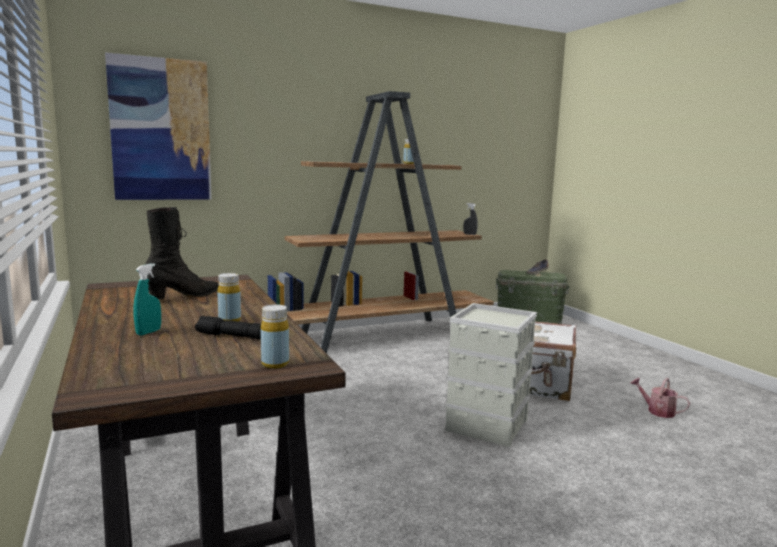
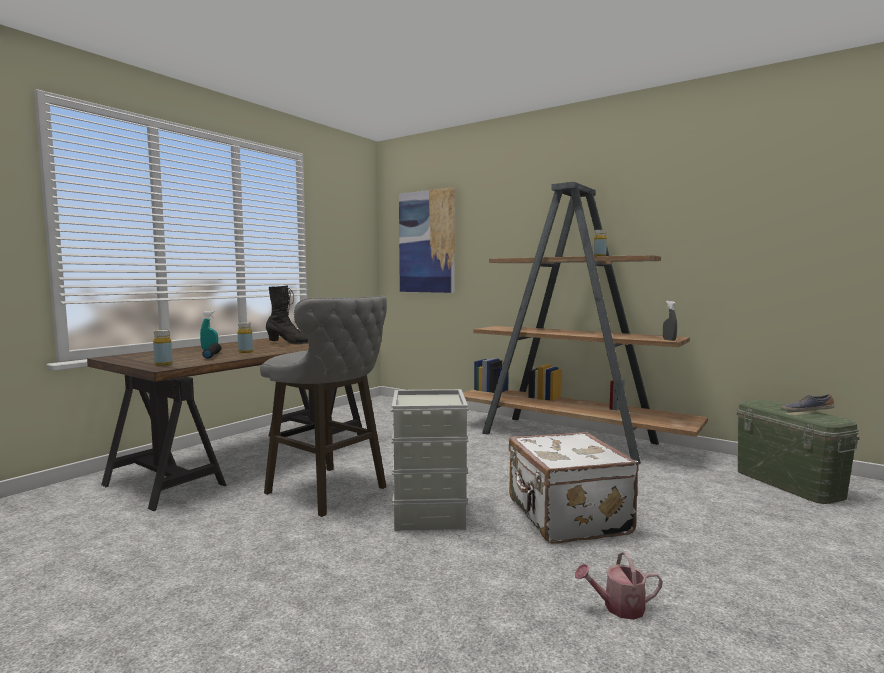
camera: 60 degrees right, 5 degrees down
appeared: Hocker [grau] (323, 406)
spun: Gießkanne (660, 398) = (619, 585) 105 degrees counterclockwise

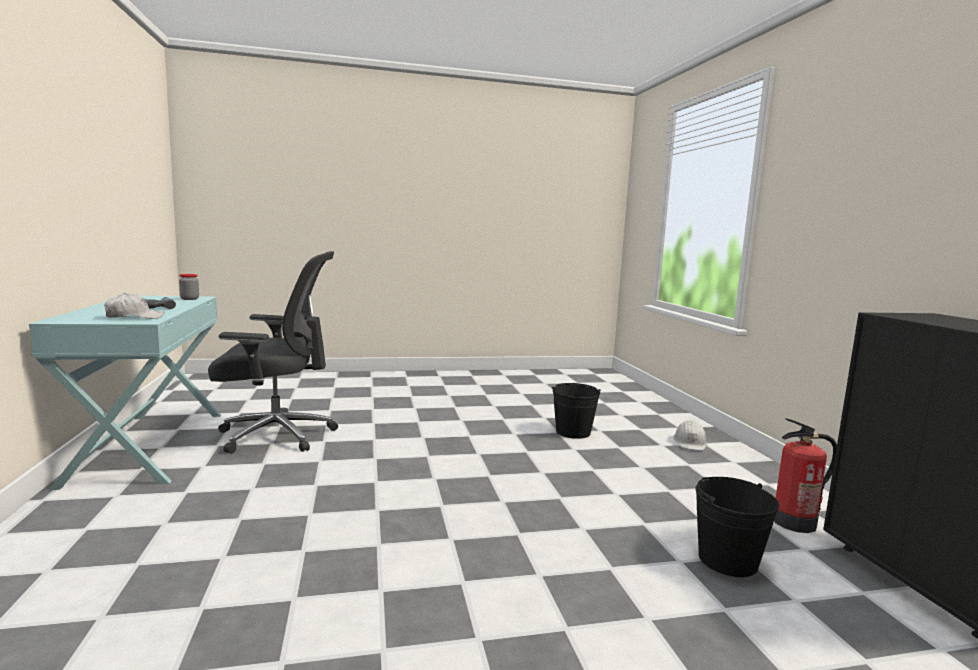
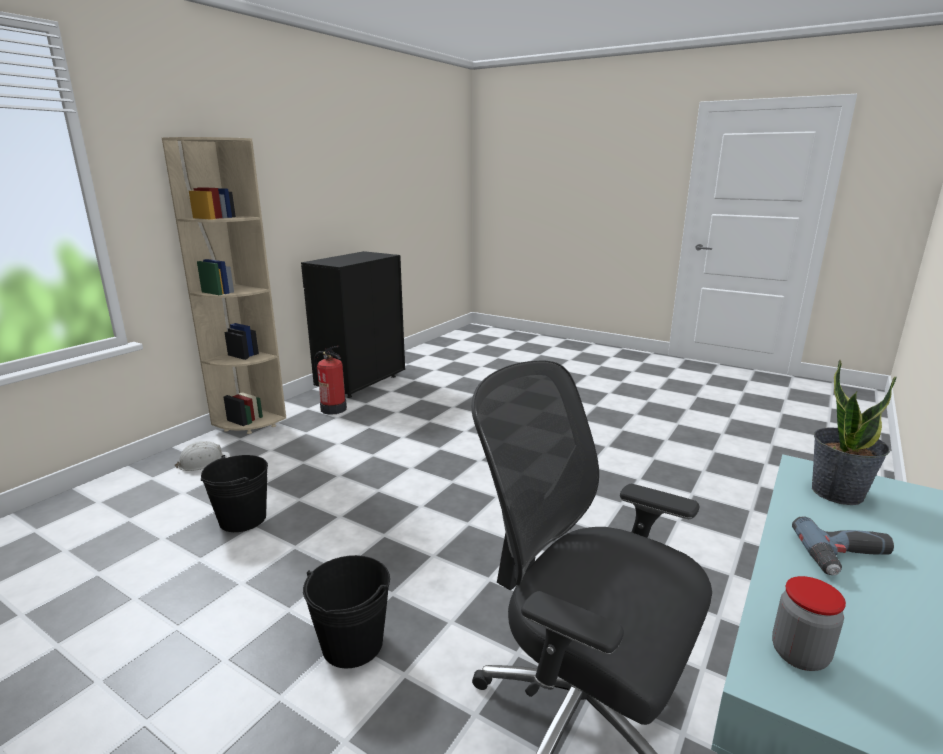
camera: 135 degrees left, 10 degrees up
appeared: Bücherregal [beige] (224, 285)
relocated: Eimer [schwarz] (737, 527) to (346, 611)
exchanged: Kappe [weiß] (134, 306) to Topfpflanze (854, 432)

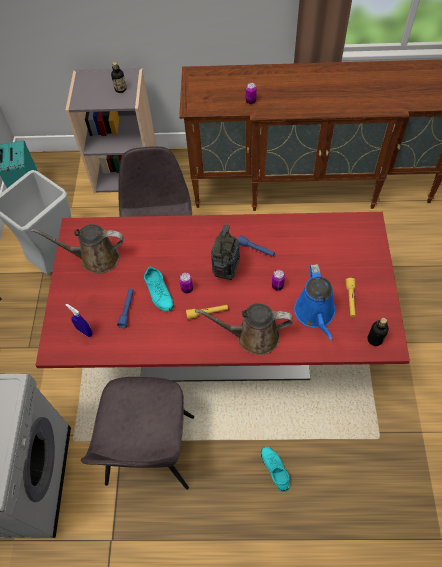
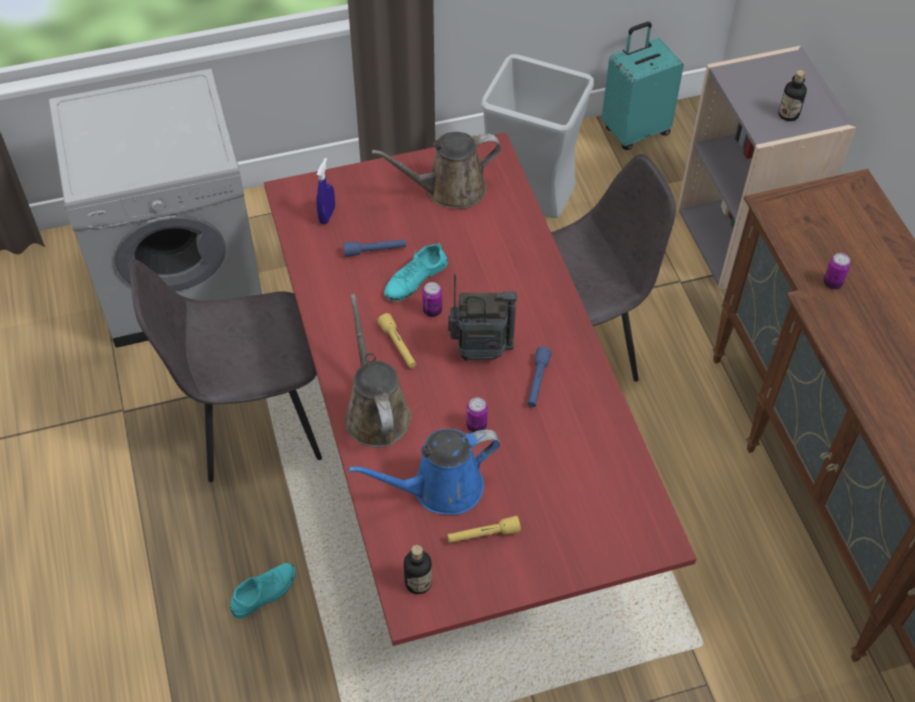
camera: 70 degrees right, 5 degrees down
spun: Gießkanne [braun] (77, 249) = (436, 170) 90 degrees counterclockwise

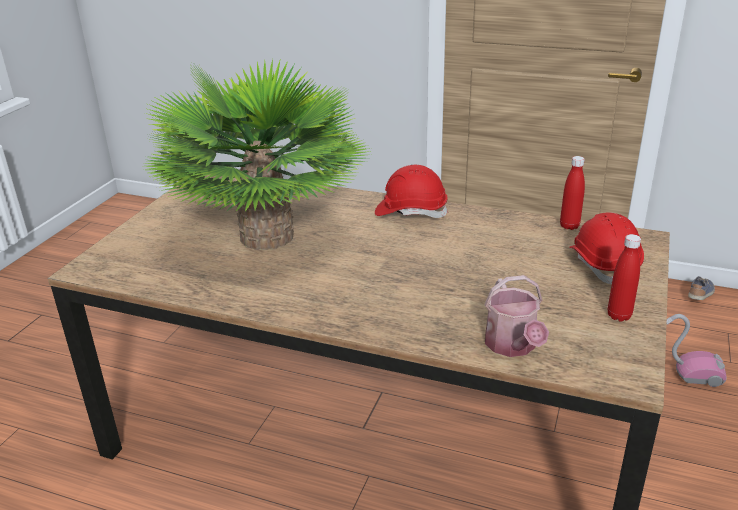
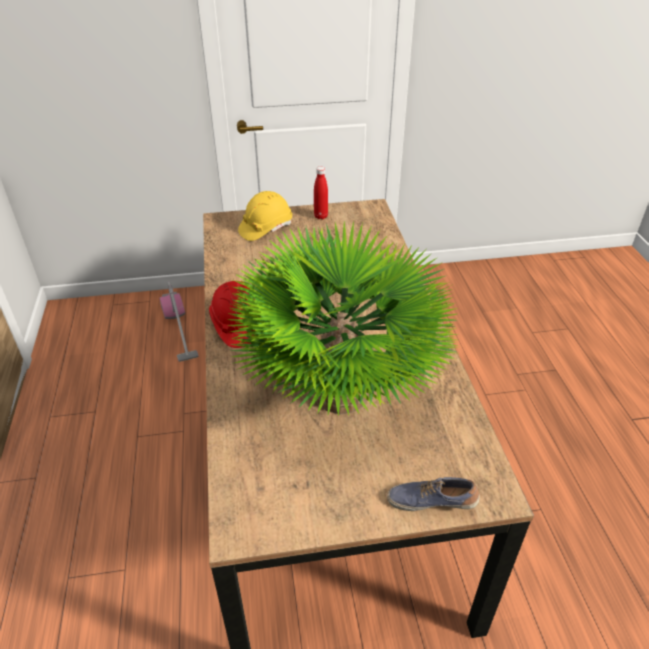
camera: 120 degrees left, 10 degrees up
missing: Gießkanne (516, 316); Flasche [rot] (572, 193)
relocated: Schuh (701, 288) to (433, 494)
colour: Schutzhelm [rot] (606, 248) to Schutzhelm [gelb] (265, 216)

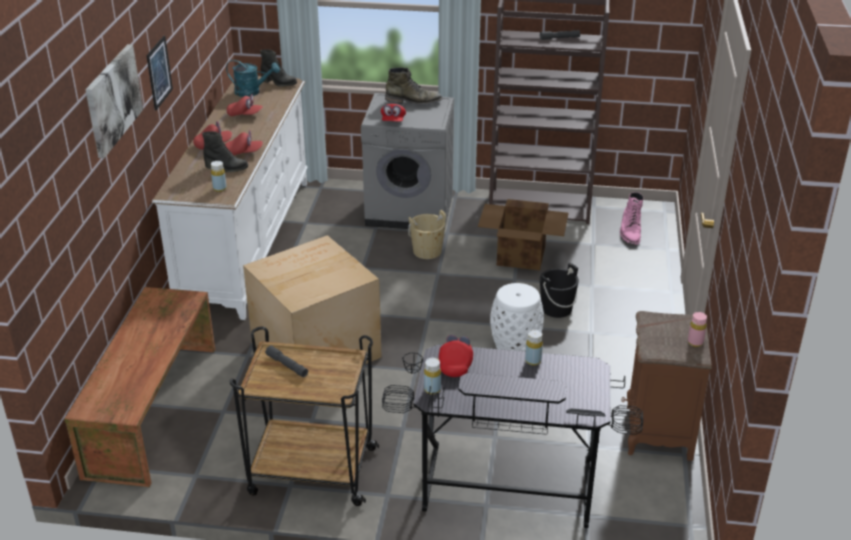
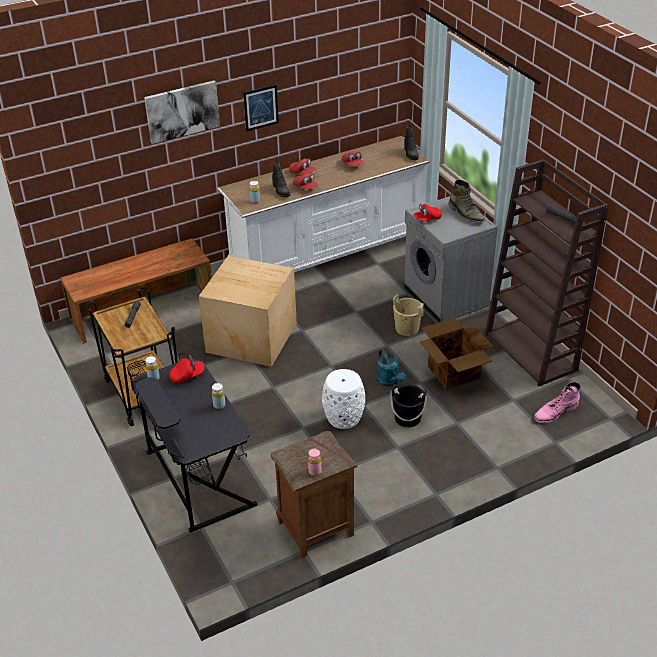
camera: 55 degrees right, 5 degrees up
relocated: Gießkanne [türkis] (253, 78) to (391, 368)

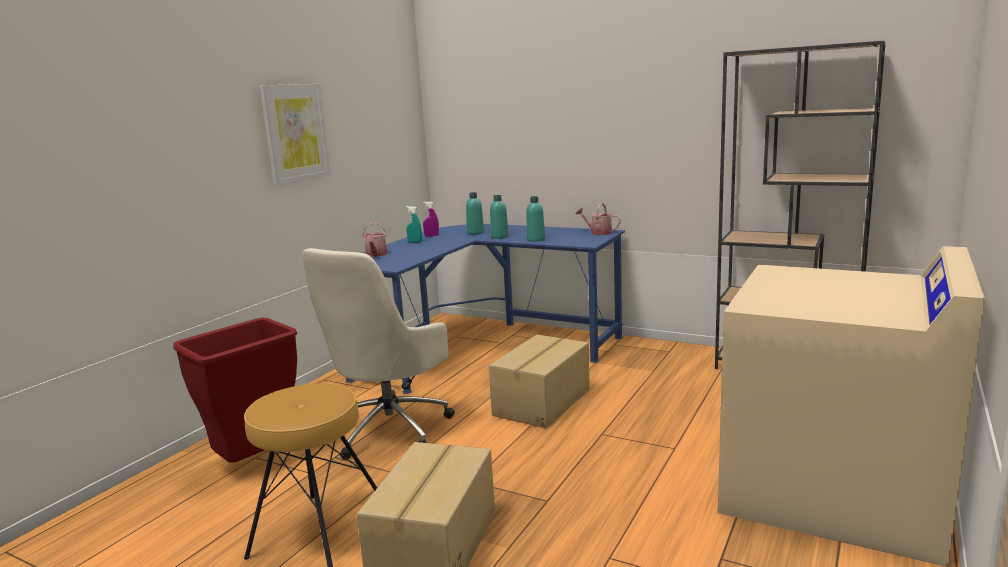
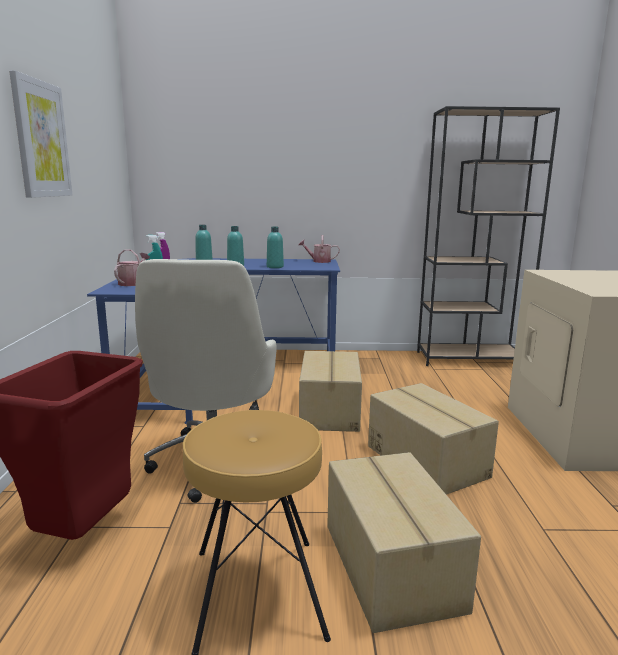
camera: 30 degrees left, 0 degrees up
appeared: Karton (433, 439)
spun: Gießkanne (375, 240) = (132, 267) 135 degrees counterclockwise

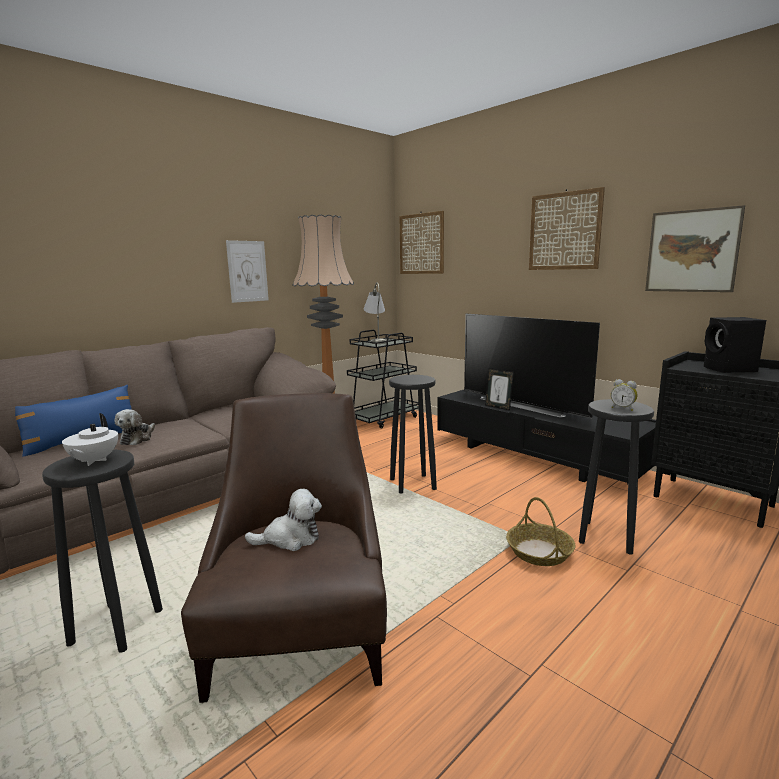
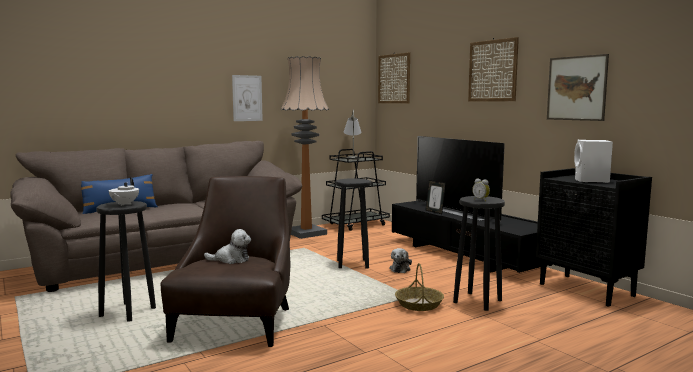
camera: 10 degrees right, 5 degrees down
relocated: Plüschtier (135, 427) to (400, 260)
colour: Lautsprecher [schwarz] (735, 345) to Lautsprecher [weiß] (593, 161)

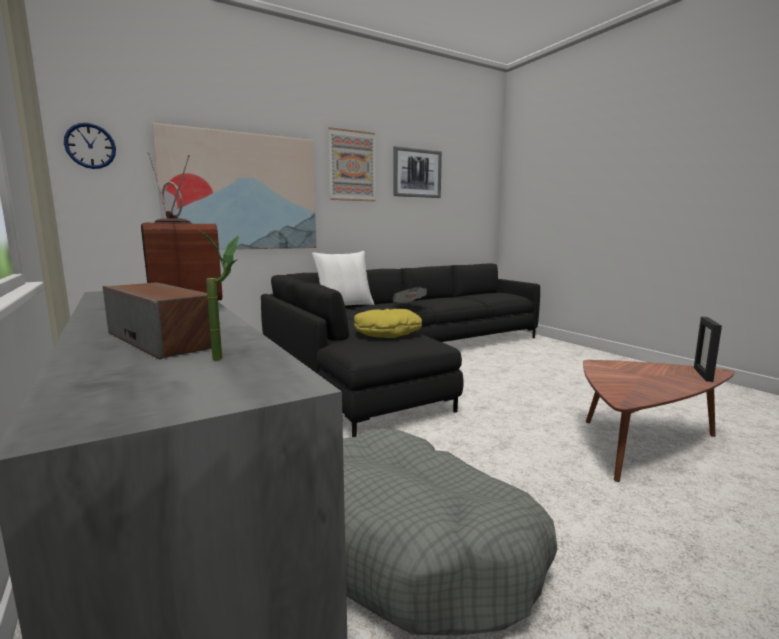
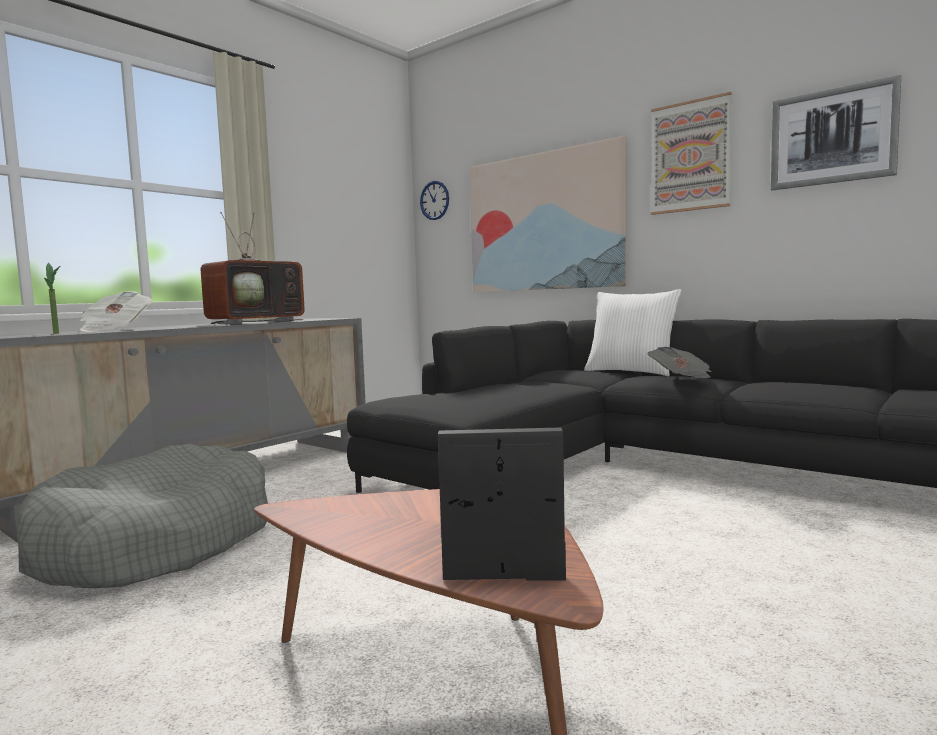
camera: 70 degrees right, 5 degrees down
missing: Kissen [gelb] (388, 323)
exchanged: Lautsprecher (157, 320) to Zeitung (116, 311)

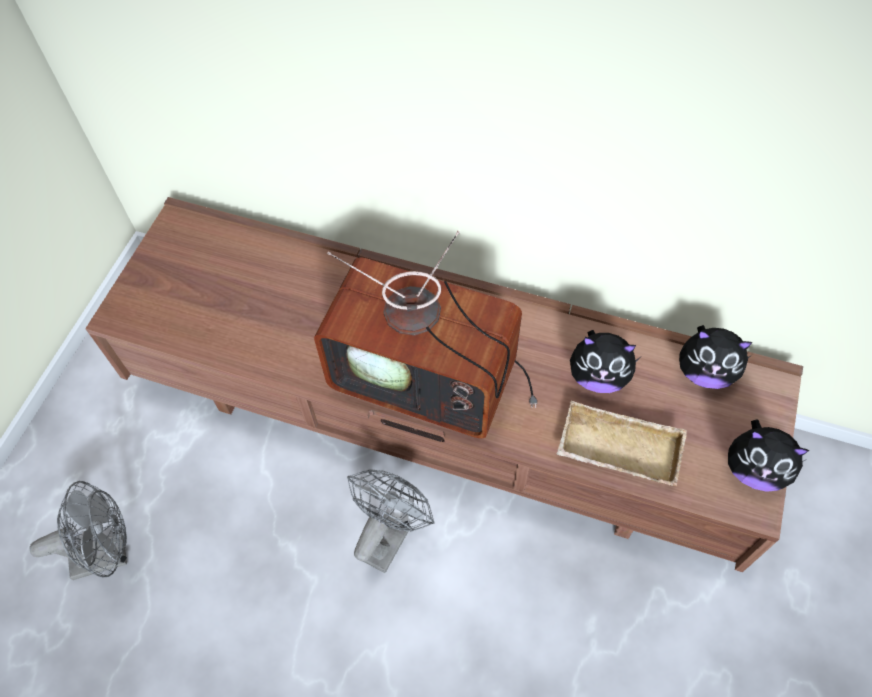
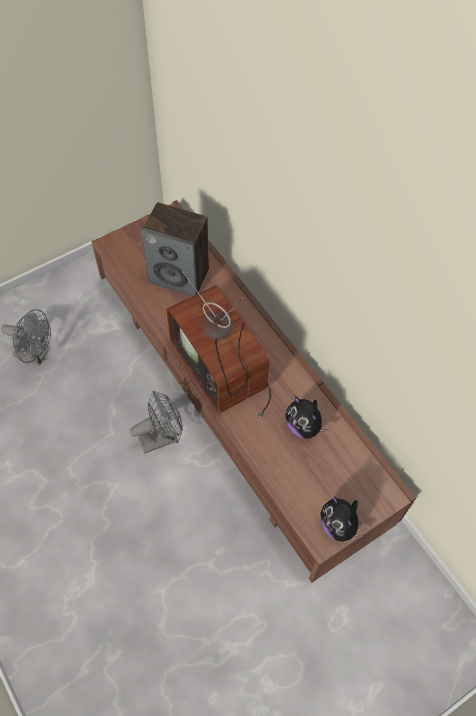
camera: 35 degrees right, 0 degrees up
missing: Tablett [beige] (622, 444); Plüschtier (715, 357)
appeared: Lautsprecher (175, 249)

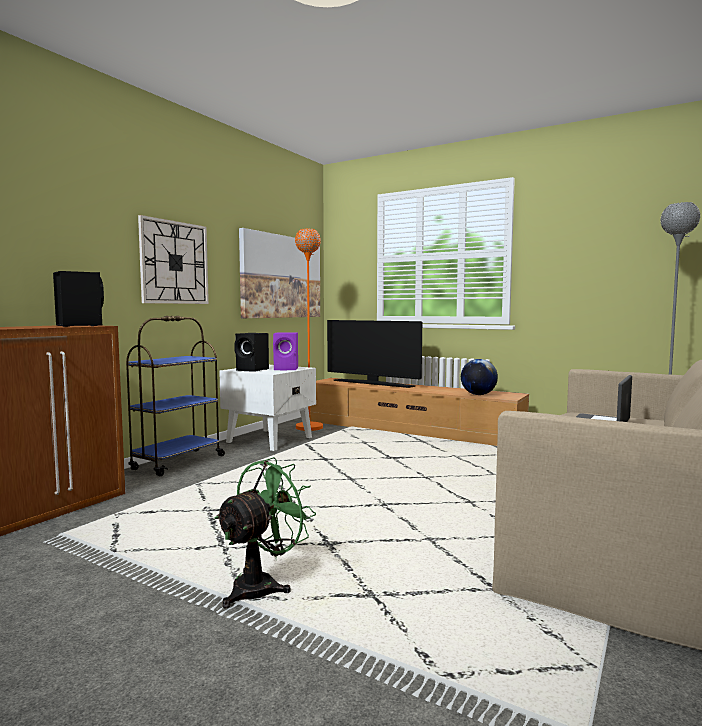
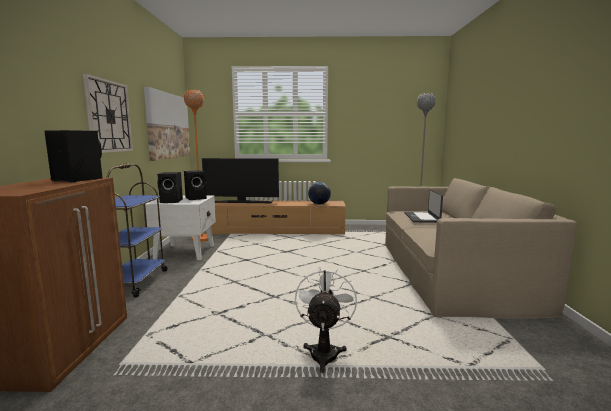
camera: 30 degrees left, 5 degrees up
colour: Lautsprecher [lila] (285, 351) to Lautsprecher [schwarz] (195, 185); Ventilator [grün] (265, 533) to Ventilator [weiß] (326, 320)

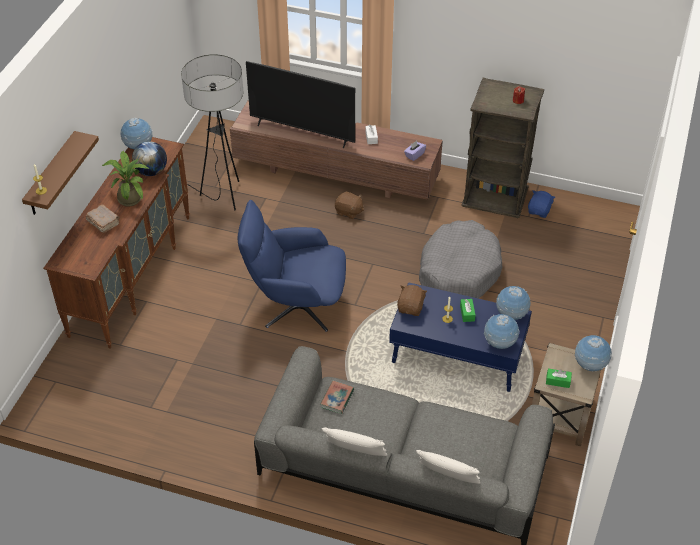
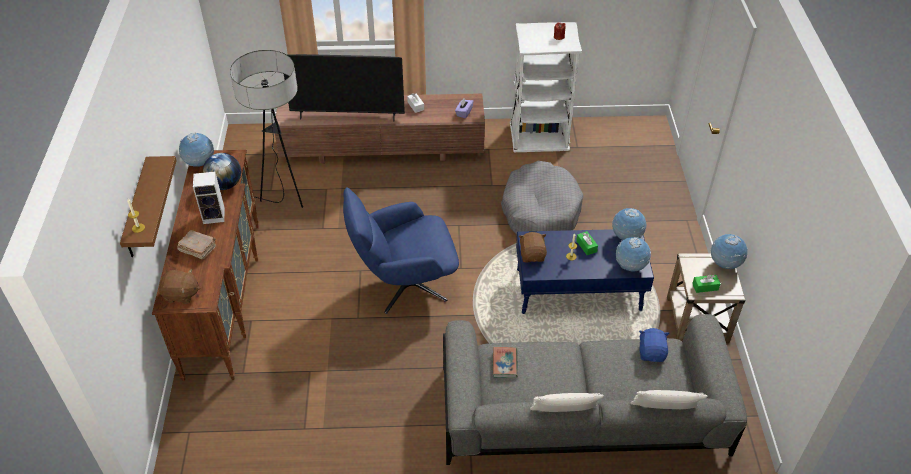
camera: 20 degrees left, 0 degrees up
relocated: Plüschtier [braun] (349, 205) to (179, 286); Plüschtier [blau] (541, 204) to (654, 345)
exchanged: Topfpflanze (125, 178) to Lautsprecher (209, 198)
colour: Bücherregal [braun] (502, 148) to Bücherregal [weiß] (546, 87)

